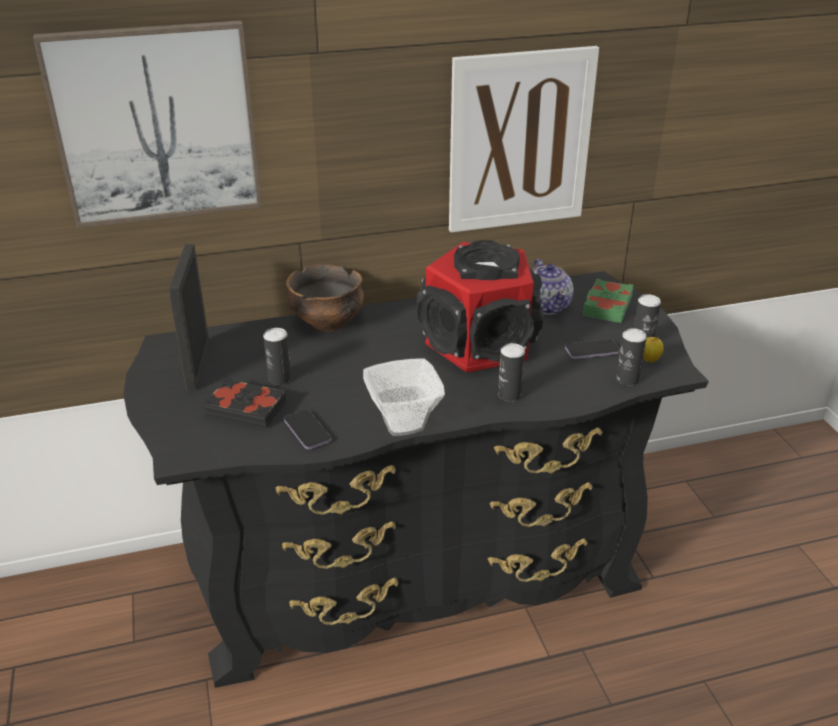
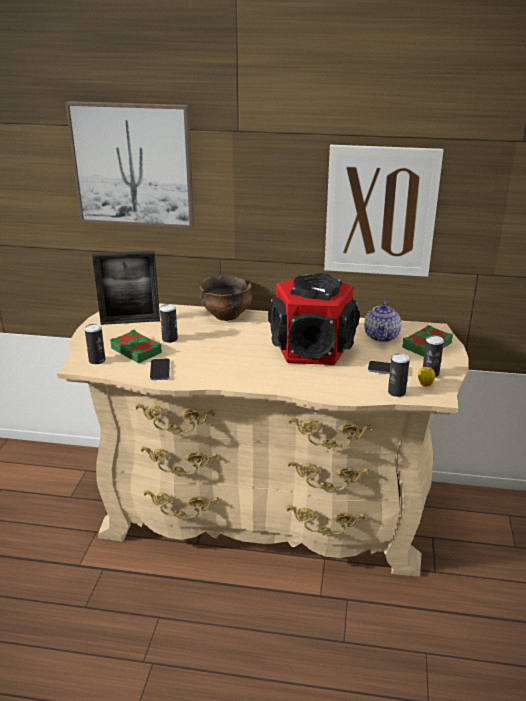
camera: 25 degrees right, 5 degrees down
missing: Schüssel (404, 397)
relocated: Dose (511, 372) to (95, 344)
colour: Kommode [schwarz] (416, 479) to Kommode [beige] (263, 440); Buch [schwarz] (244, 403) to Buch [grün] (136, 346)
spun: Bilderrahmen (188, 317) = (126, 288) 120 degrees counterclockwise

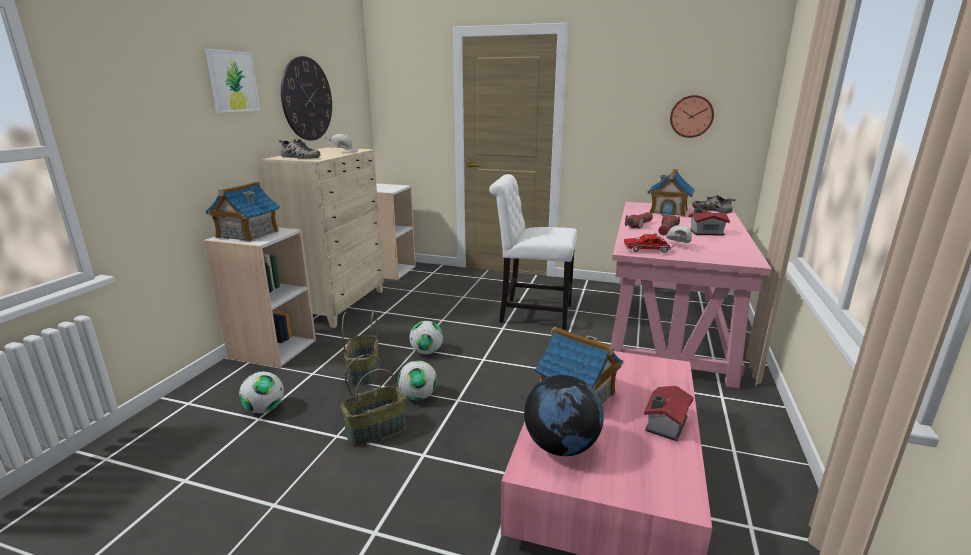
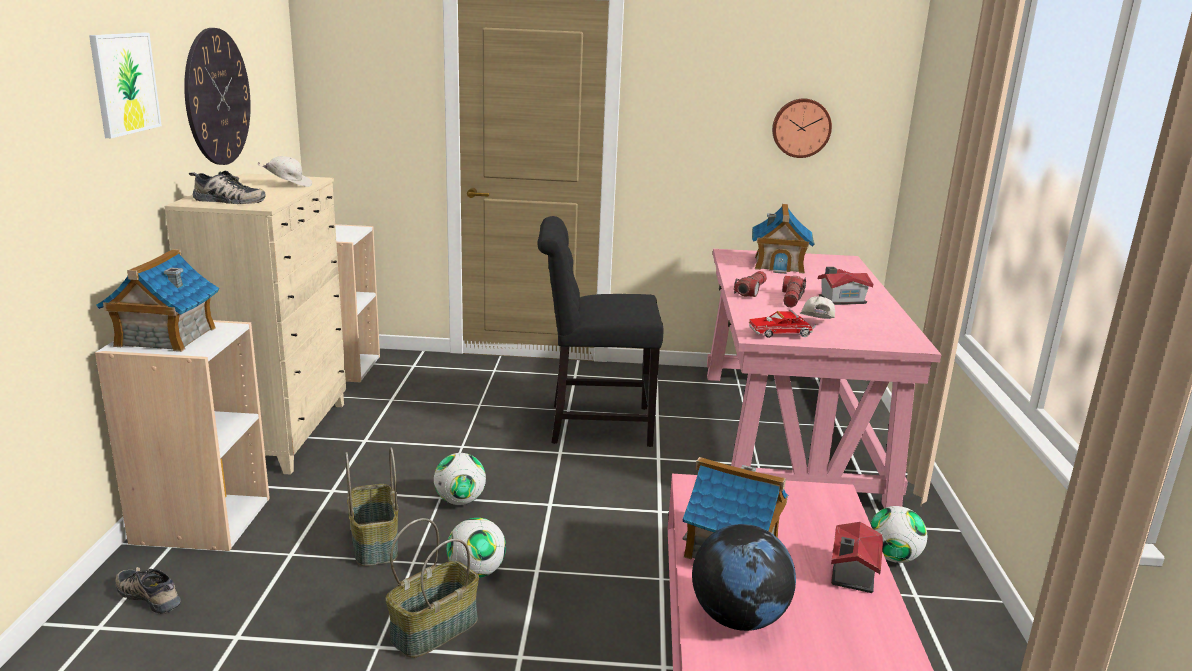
camera: 15 degrees left, 0 degrees up
relocated: Schuh (713, 204) to (148, 590); Fußball (261, 392) to (898, 534)
colour: Stuhl [weiß] (533, 252) to Stuhl [schwarz] (600, 331)

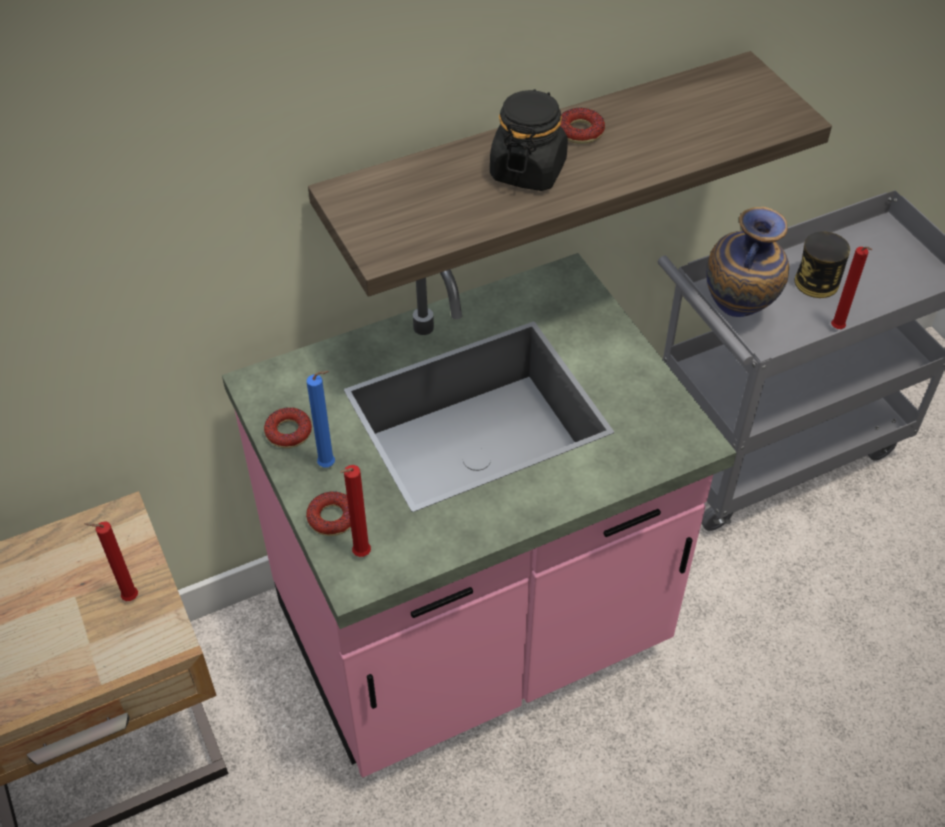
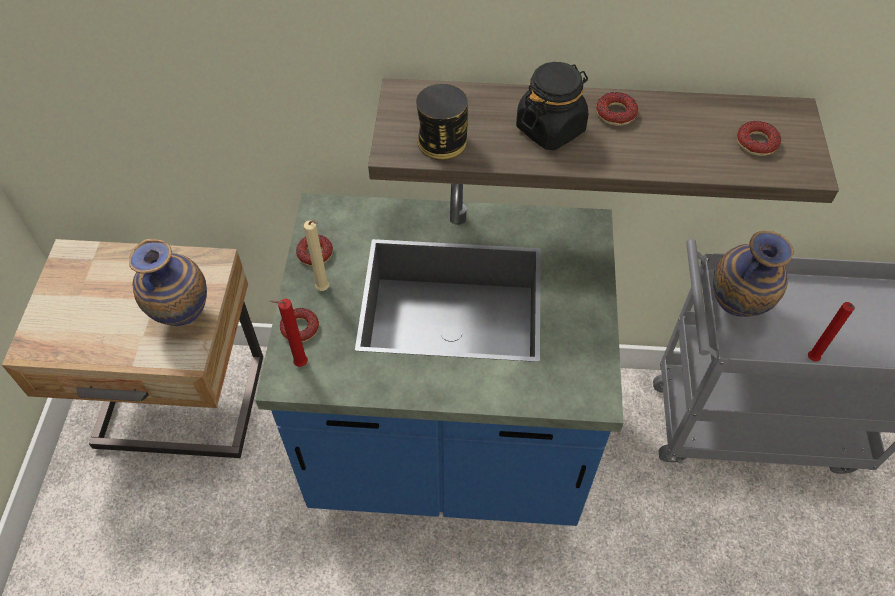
camera: 30 degrees right, 5 degrees up
appeared: Donut (759, 138)
relocated: Dose (822, 264) to (442, 122)
exchanged: Kerze [rot] (111, 561) to Vase (168, 282)
colour: Küchenzeile [rosa] (479, 515) to Küchenzeile [blau] (439, 355); Kerze [blau] (321, 419) to Kerze [beige] (316, 255)

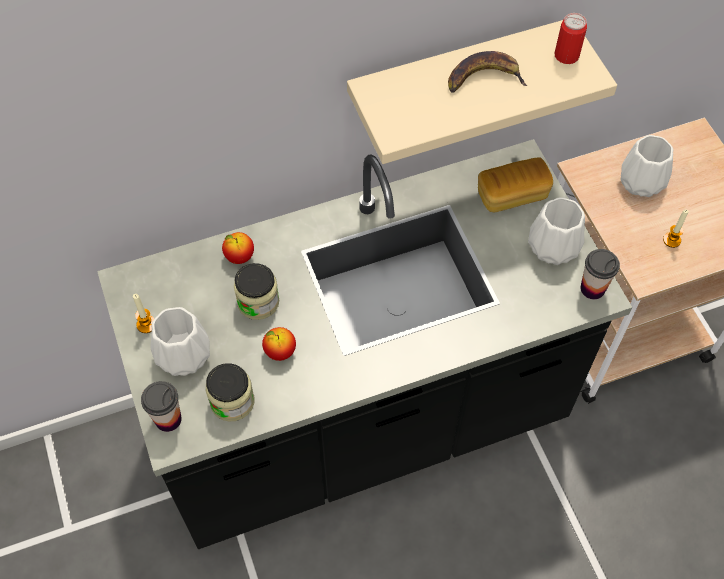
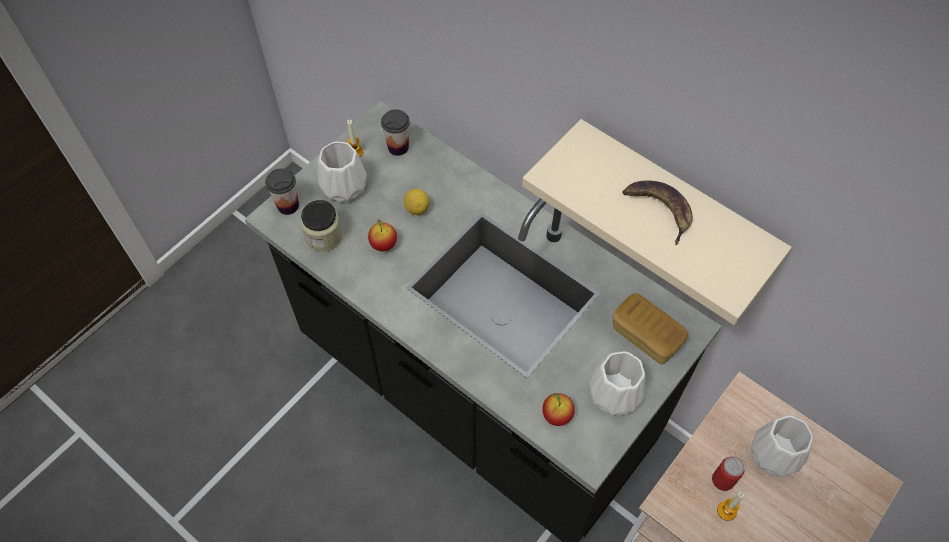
camera: 60 degrees right, 0 degrees up
relocated: Tasse (600, 274) to (395, 132); Apfel (238, 248) to (558, 409); Dose (571, 38) to (728, 473)
exchanged: Vorratsglas (256, 291) to Zitrone (417, 202)

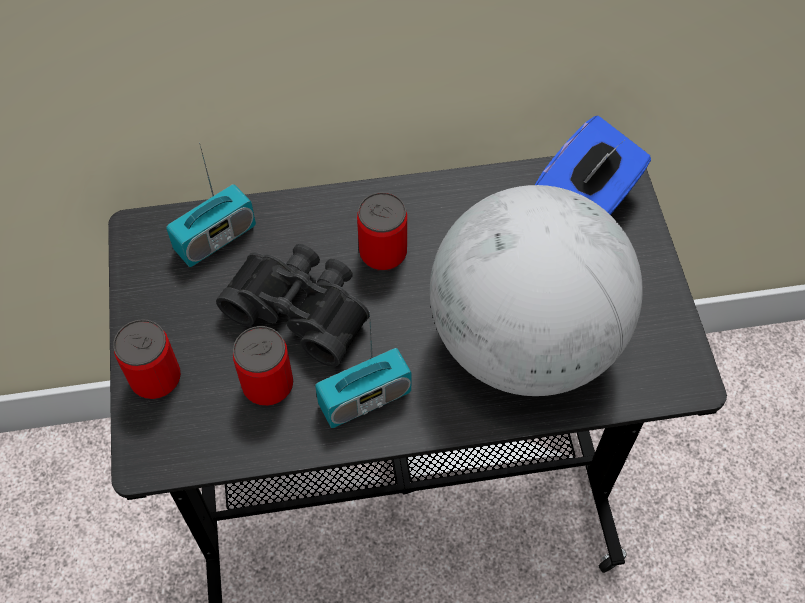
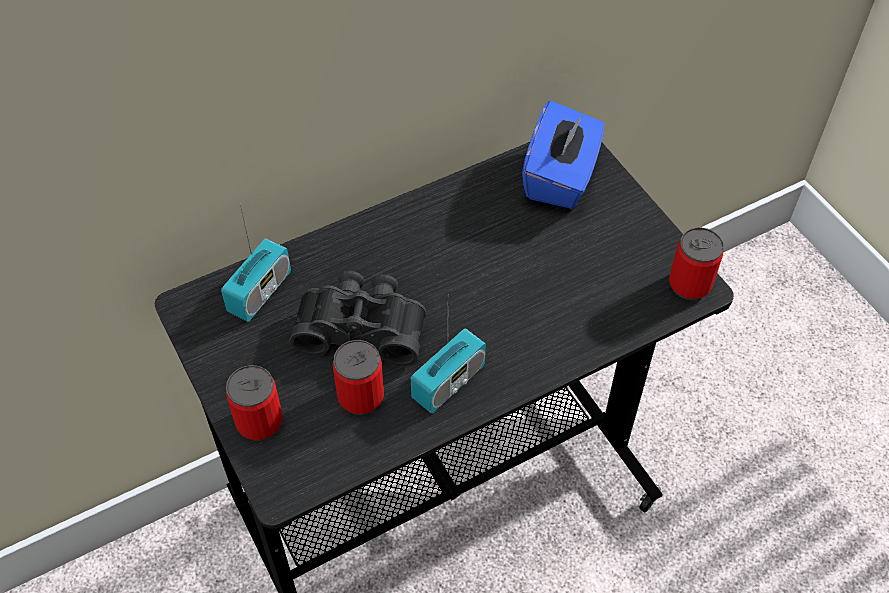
camera: 20 degrees left, 5 degrees down
missing: Globus (536, 290)
relocated: Dose (382, 231) to (696, 264)

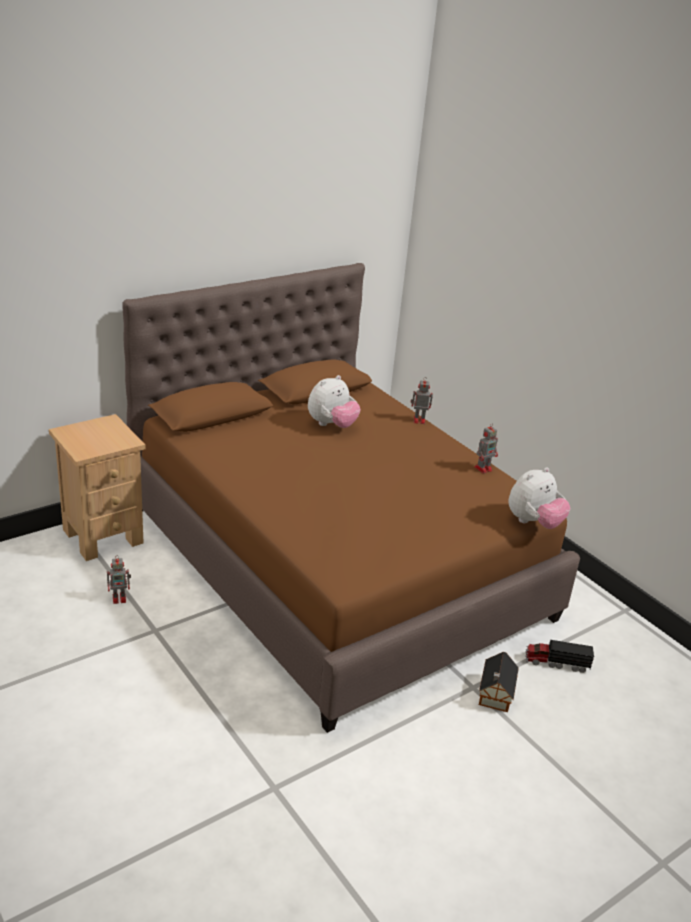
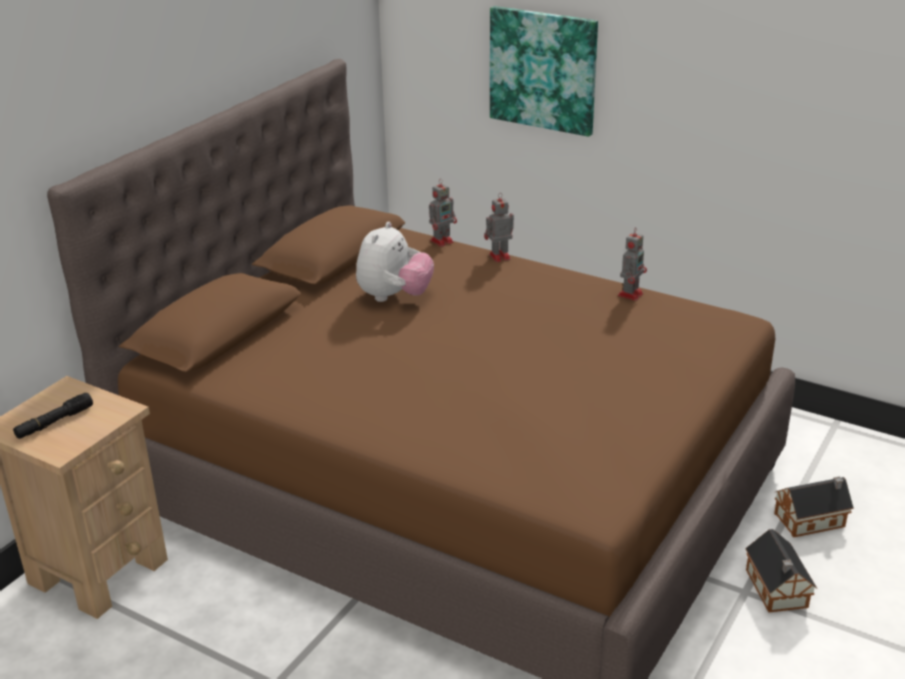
camera: 20 degrees left, 0 degrees up
missing: Plüschtier (539, 498)
appeared: Taschenlampe [schwarz] (53, 416); Bild (544, 71)
relocated: Spielzeugroboter (119, 580) to (443, 213)
exchanged: Spielzeuglaster (560, 656) to Spielzeughaus (814, 506)

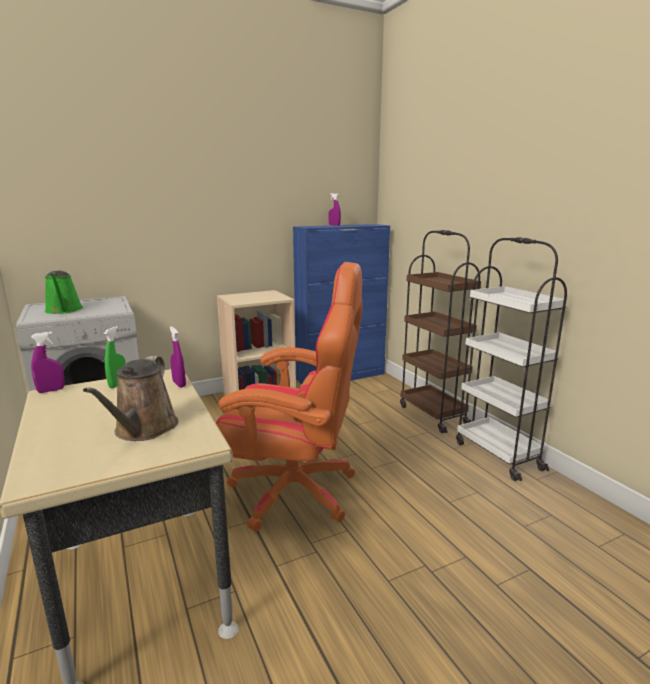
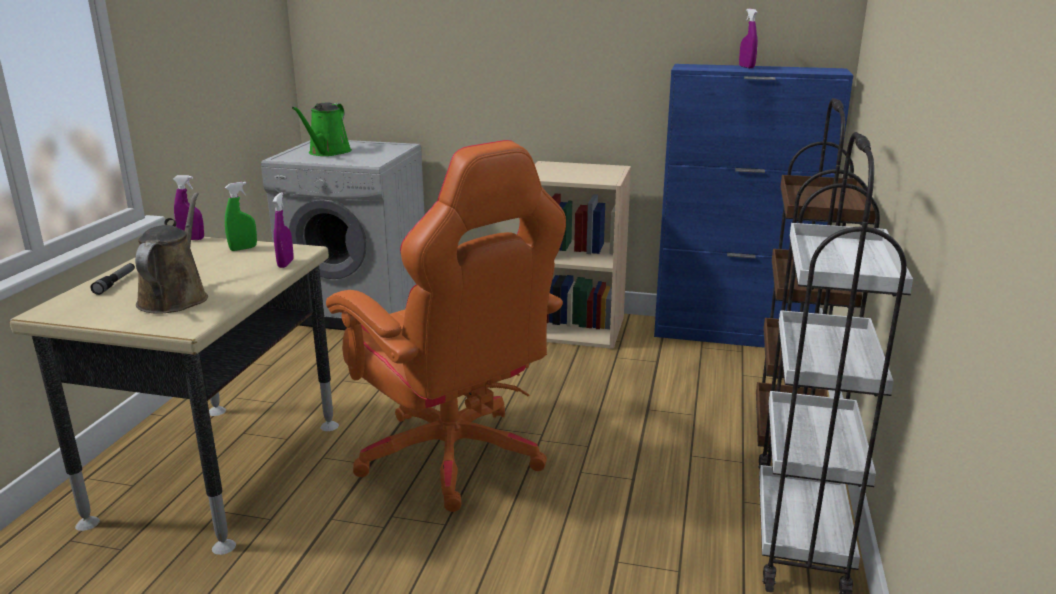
camera: 40 degrees right, 5 degrees up
appeared: Taschenlampe (113, 279)
spun: Gießkanne [braun] (130, 398) = (171, 253) 135 degrees clockwise

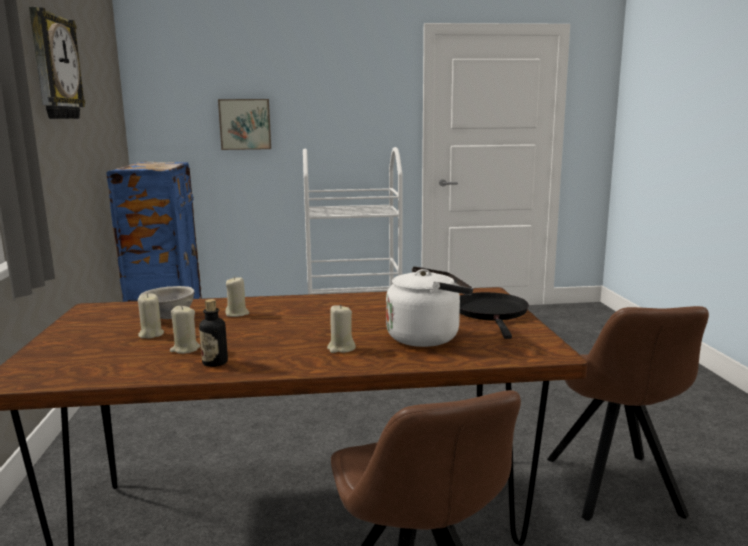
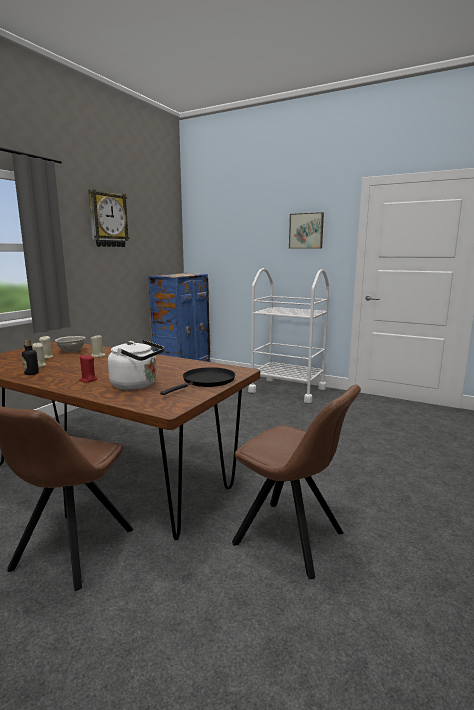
camera: 35 degrees right, 0 degrees up
relocated: Bild (244, 124) to (306, 230)
colour: Kerze [beige] (341, 328) to Kerze [rot] (88, 368)
spun: Stuhl [braun] (628, 413) = (296, 482) 90 degrees counterclockwise

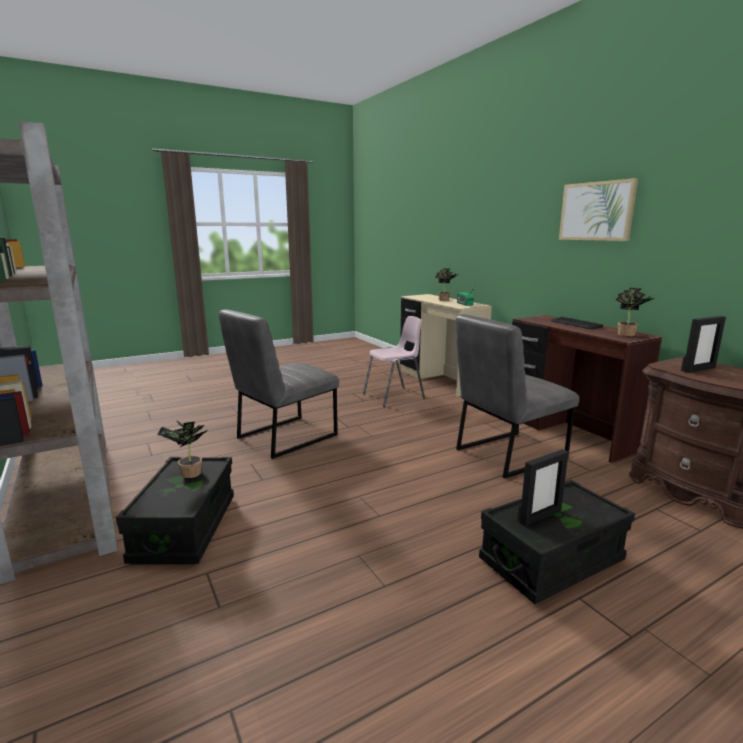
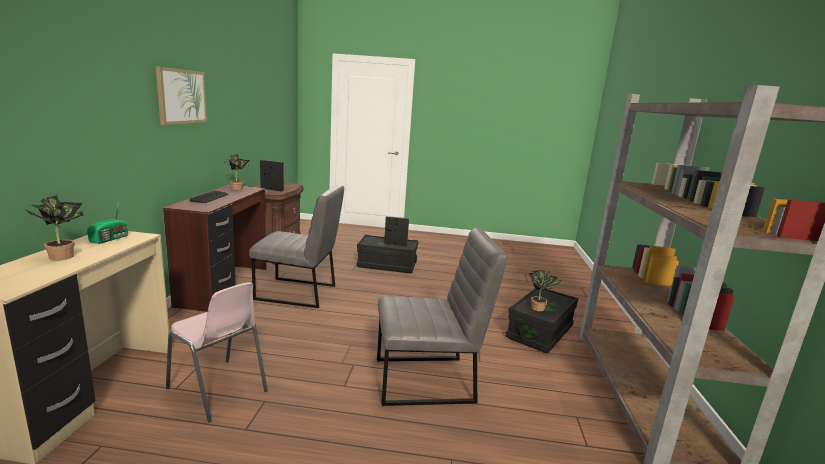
camera: 145 degrees left, 0 degrees up
spun: Stuhl [rosa] (394, 361) = (217, 352) 150 degrees counterclockwise

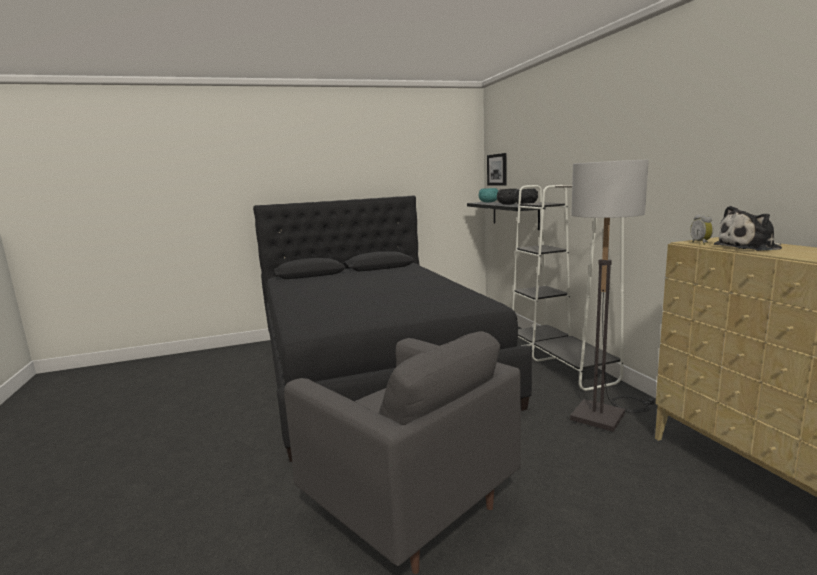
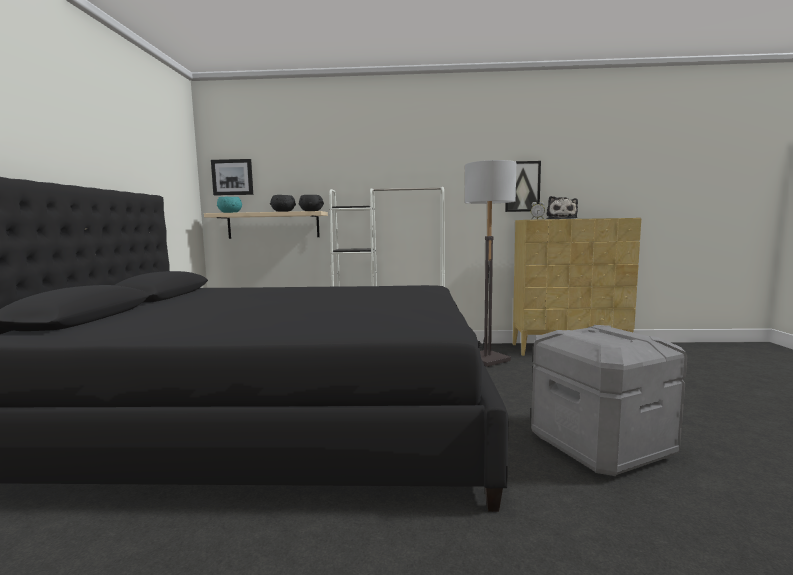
camera: 70 degrees left, 5 degrees down
appeared: Bild (523, 186)
exchanged: Sessel [grau] (402, 452) to Aufbewahrungsbox [grau] (609, 400)
colour: Wandregal [schwarz] (506, 216) to Wandregal [beige] (266, 225)

